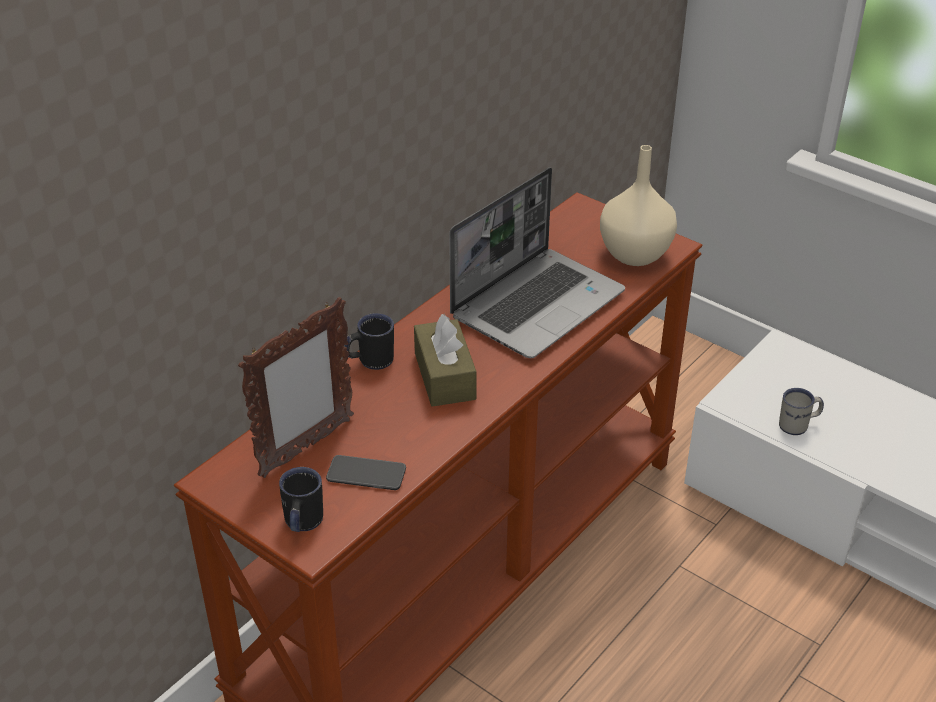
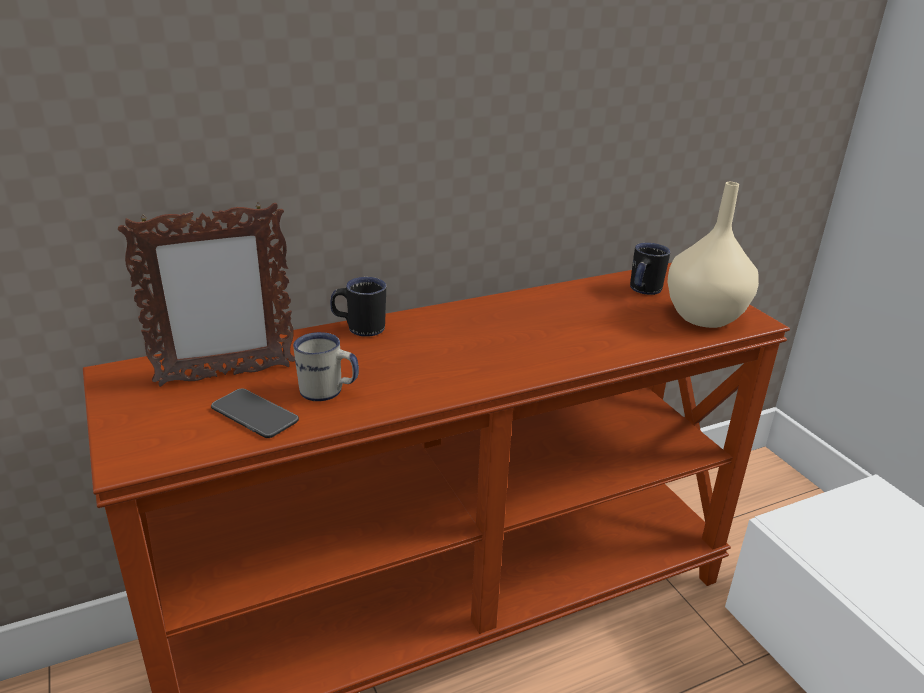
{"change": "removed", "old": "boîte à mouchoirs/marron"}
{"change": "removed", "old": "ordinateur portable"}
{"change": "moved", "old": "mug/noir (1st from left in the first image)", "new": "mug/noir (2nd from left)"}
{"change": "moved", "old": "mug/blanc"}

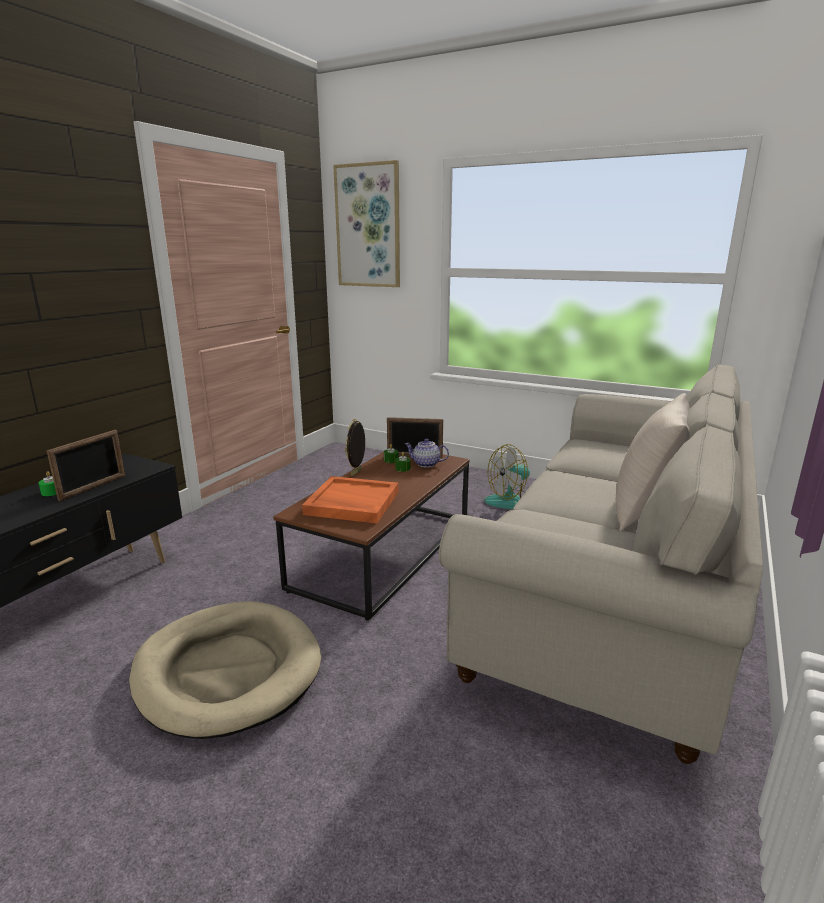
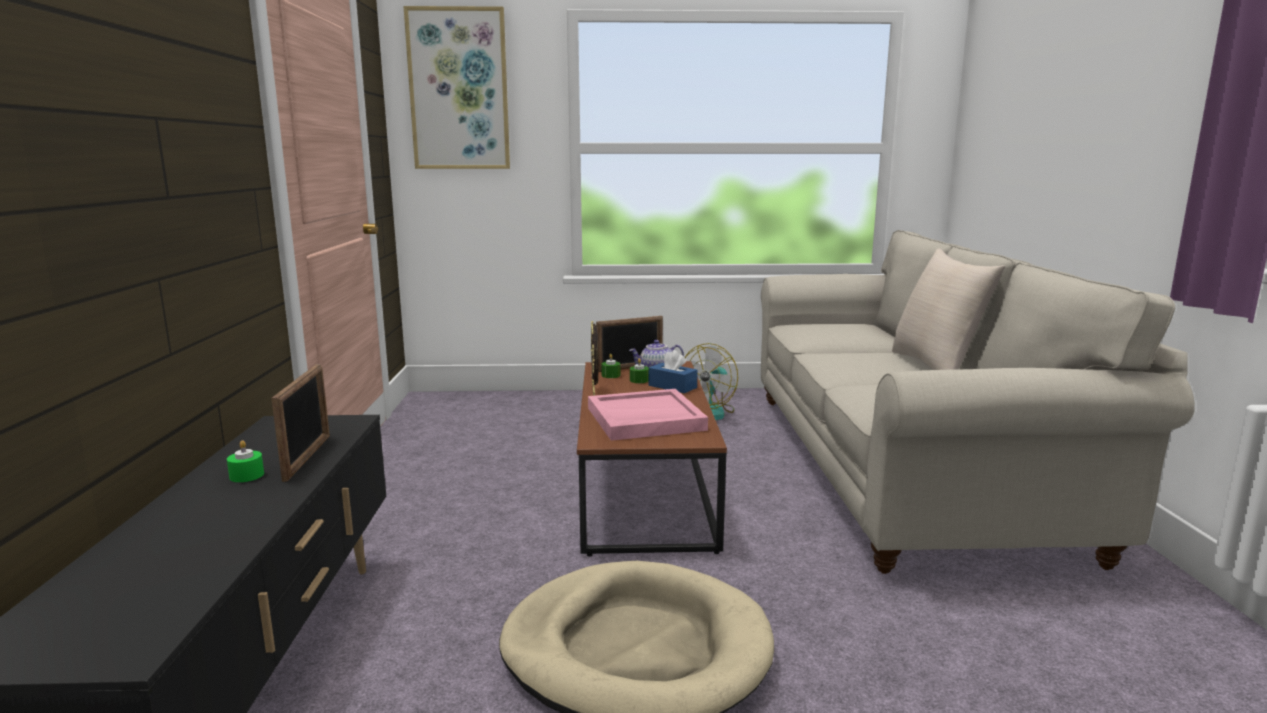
{"change": "added", "new": "boîte à mouchoirs/bleu"}
{"change": "recoloured", "old": "plateau/orange", "new": "plateau/rose"}

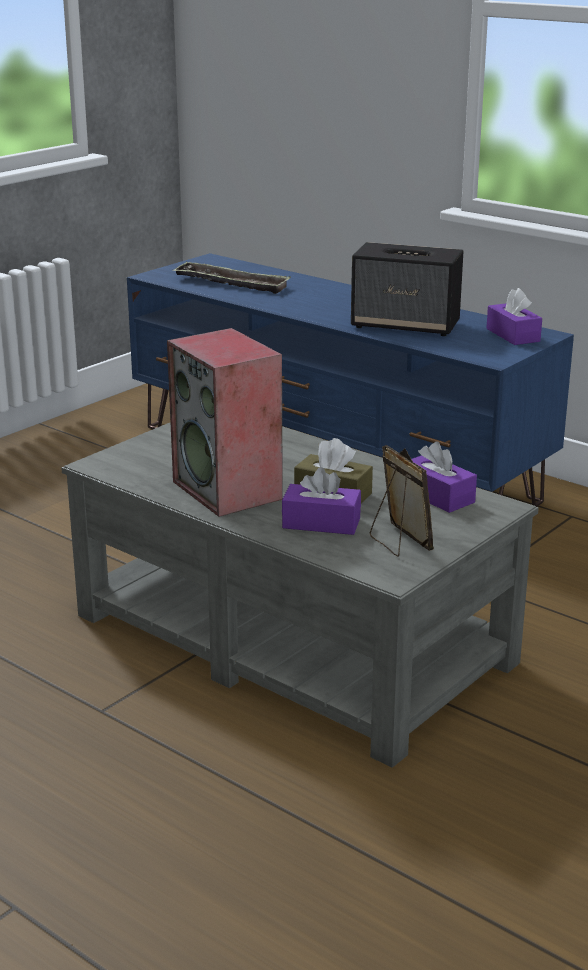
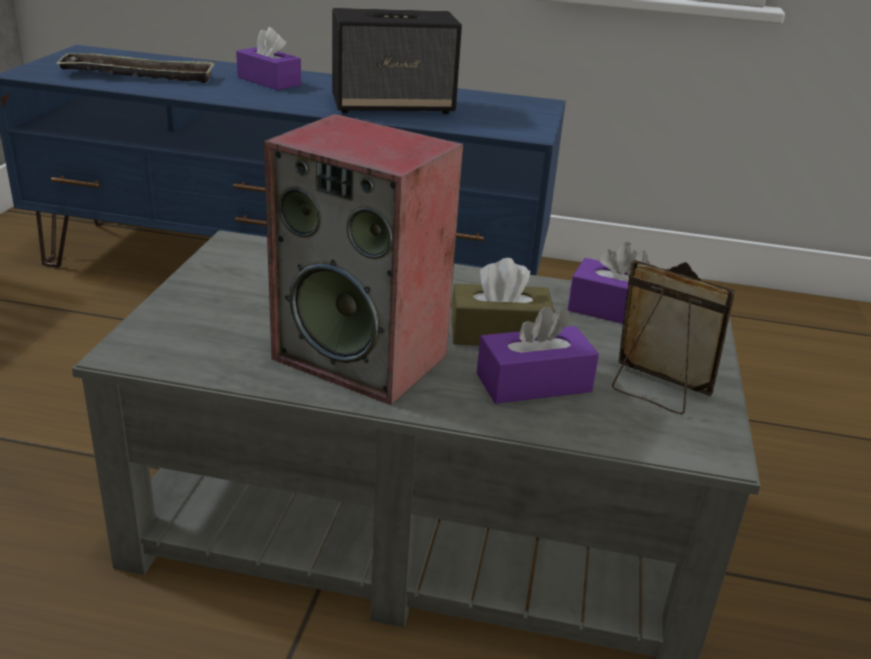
{"change": "moved", "old": "boîte à mouchoirs/violet (3rd from left in the first image)", "new": "boîte à mouchoirs/violet (1st from left)"}

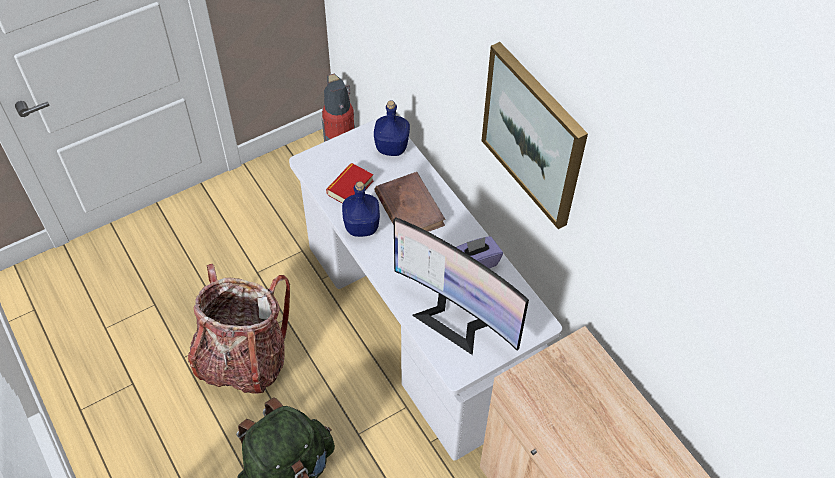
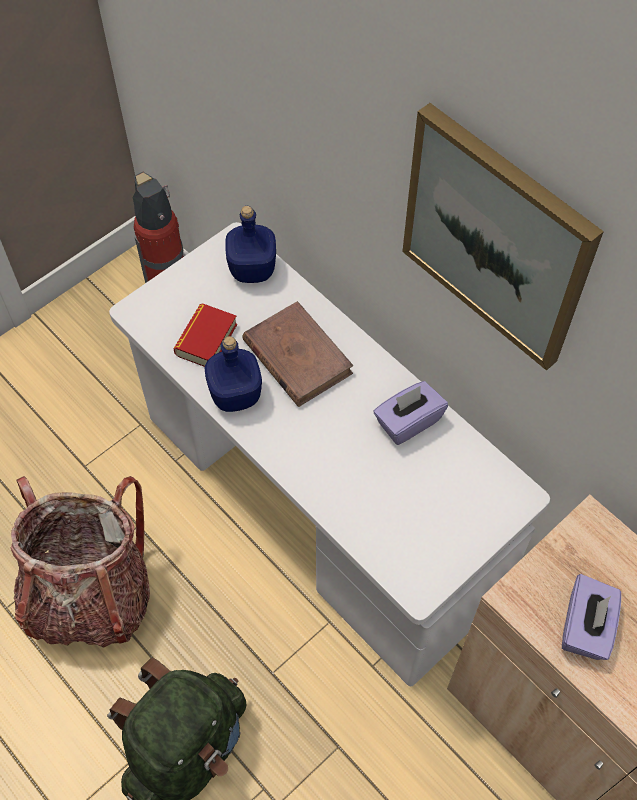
{"change": "removed", "old": "écran d'ordinateur"}
{"change": "added", "new": "boîte à mouchoirs/violet (2nd from left)"}

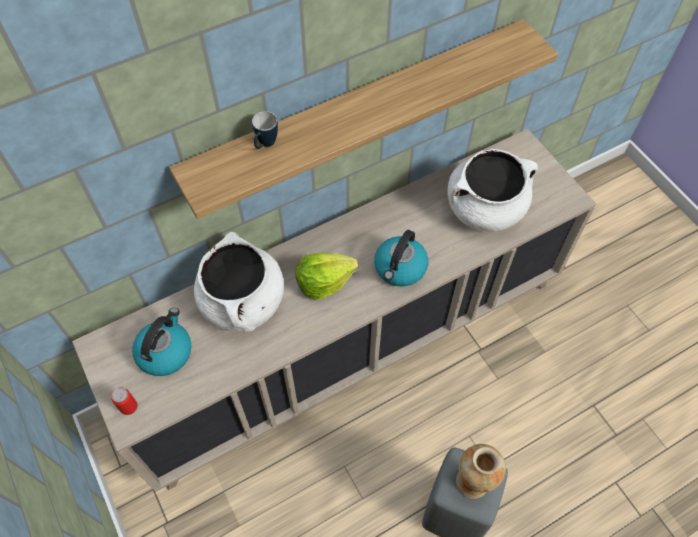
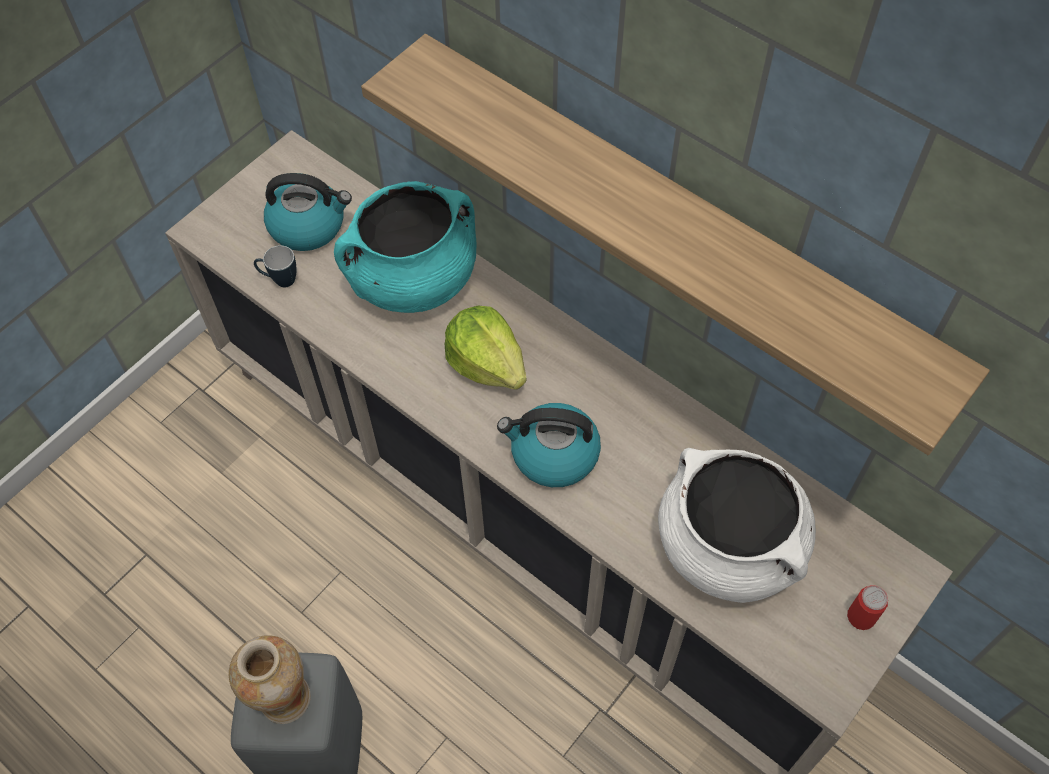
{"change": "moved", "old": "boîte métallique"}
{"change": "moved", "old": "mug"}
{"change": "recoloured", "old": "marmite/blanc (1st from left)", "new": "marmite/turquoise"}

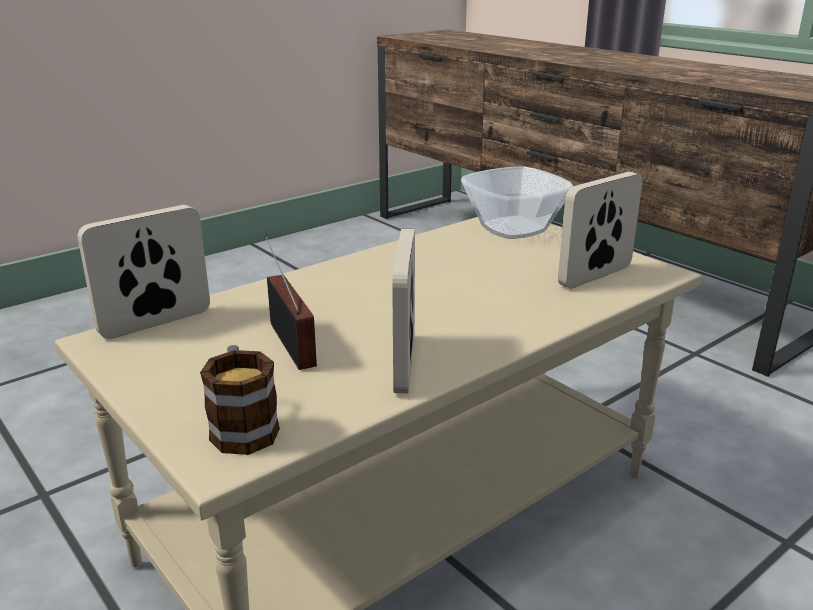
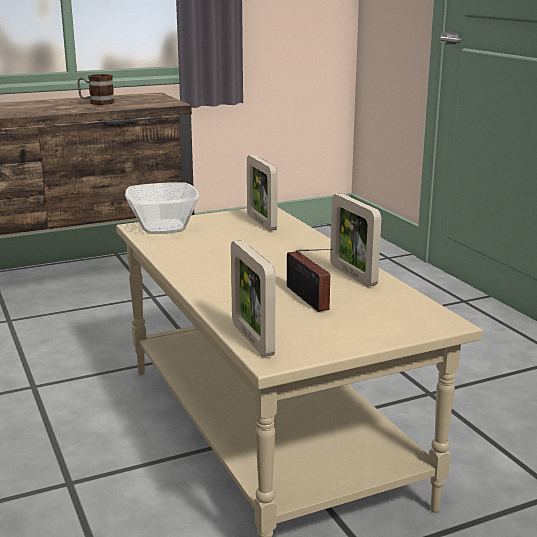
{"change": "moved", "old": "mug"}
{"change": "turned", "old": "radio", "degrees": -105}
{"change": "turned", "old": "cadre photo (2nd from left in the first image)", "degrees": 45}

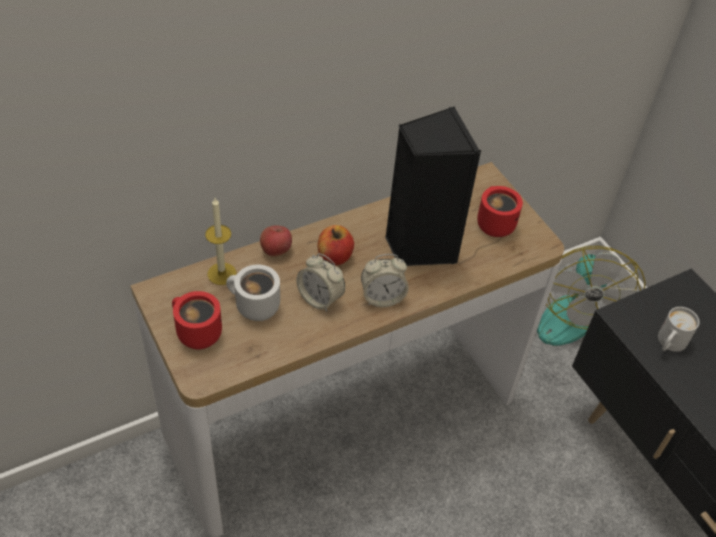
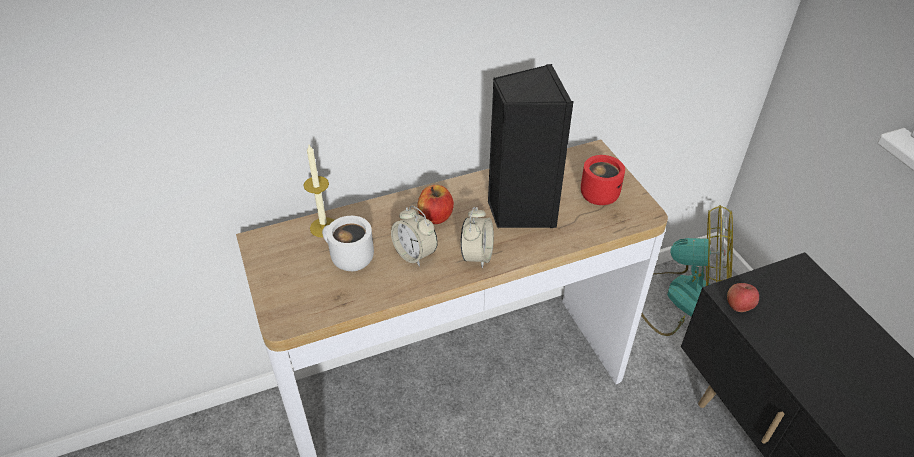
{"change": "removed", "old": "mug/rouge (1st from left)"}
{"change": "removed", "old": "mug/blanc (2nd from left)"}
{"change": "moved", "old": "pomme (1st from left in the first image)", "new": "pomme (2nd from left)"}
{"change": "turned", "old": "réveil (2nd from left)", "degrees": -75}
{"change": "turned", "old": "ventilateur", "degrees": -90}

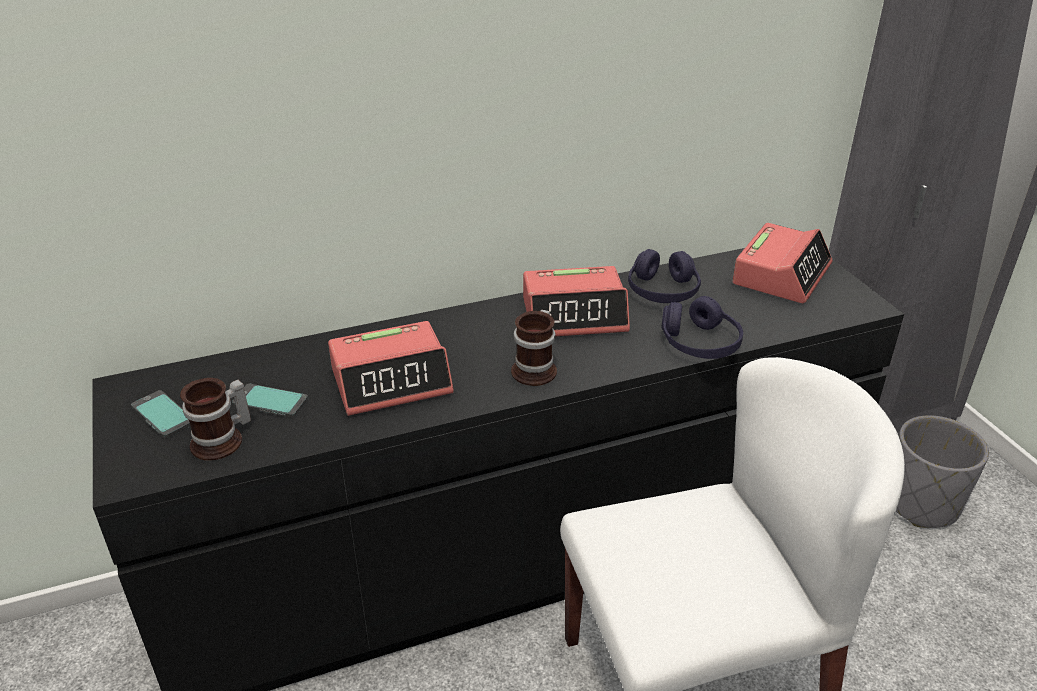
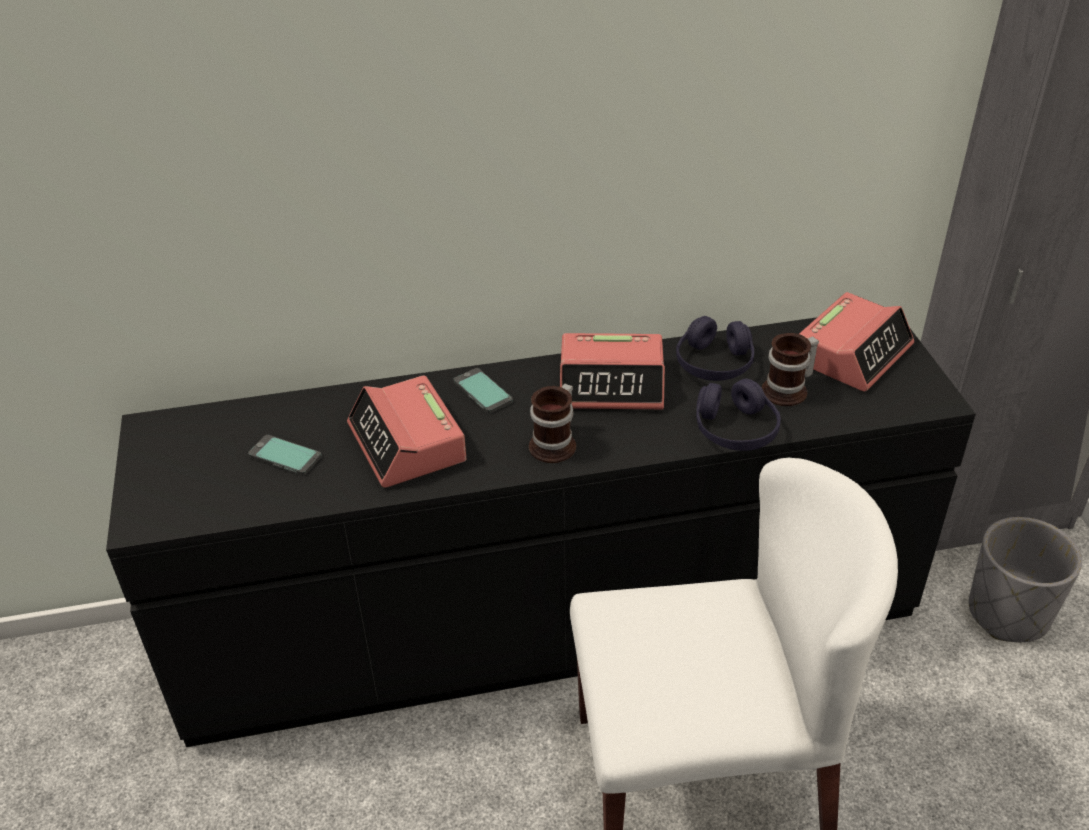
{"change": "moved", "old": "téléphone (1st from left in the first image)", "new": "téléphone (2nd from left)"}
{"change": "moved", "old": "mug (1st from left in the first image)", "new": "mug (2nd from left)"}
{"change": "turned", "old": "réveil (1st from left)", "degrees": 75}

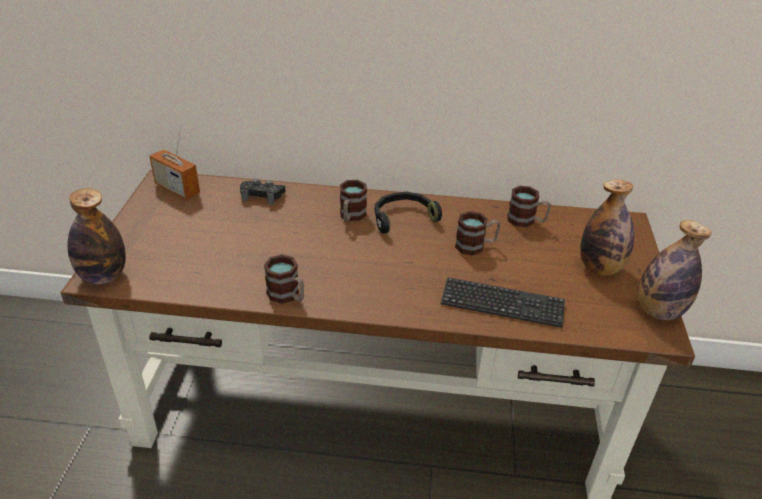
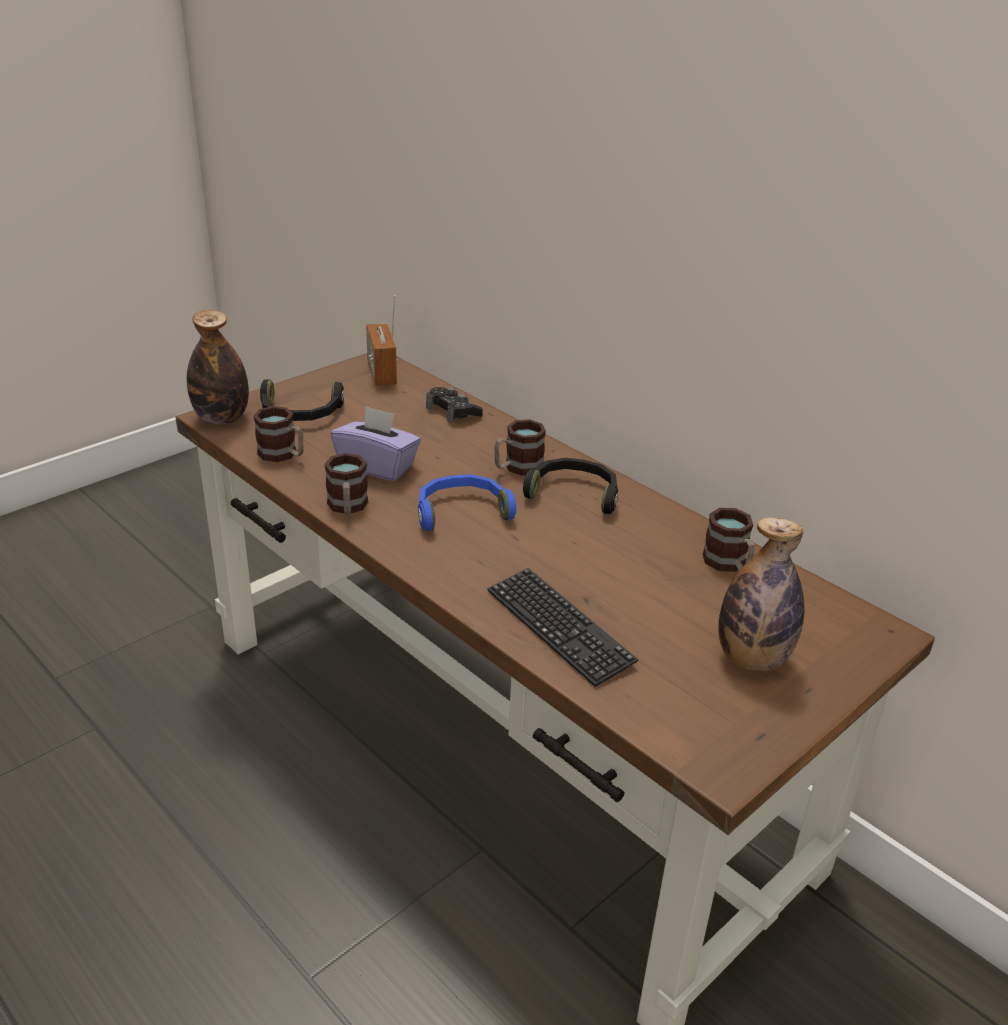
{"change": "removed", "old": "bouteille (3rd from left)"}
{"change": "added", "new": "casque audio/noir (1st from left)"}
{"change": "added", "new": "boîte à mouchoirs/violet"}
{"change": "added", "new": "casque audio/bleu"}
{"change": "moved", "old": "mug (3rd from left in the first image)", "new": "mug (1st from left)"}

